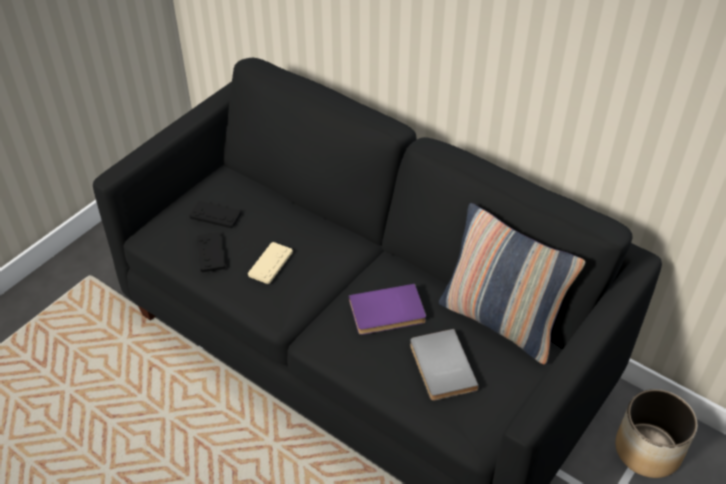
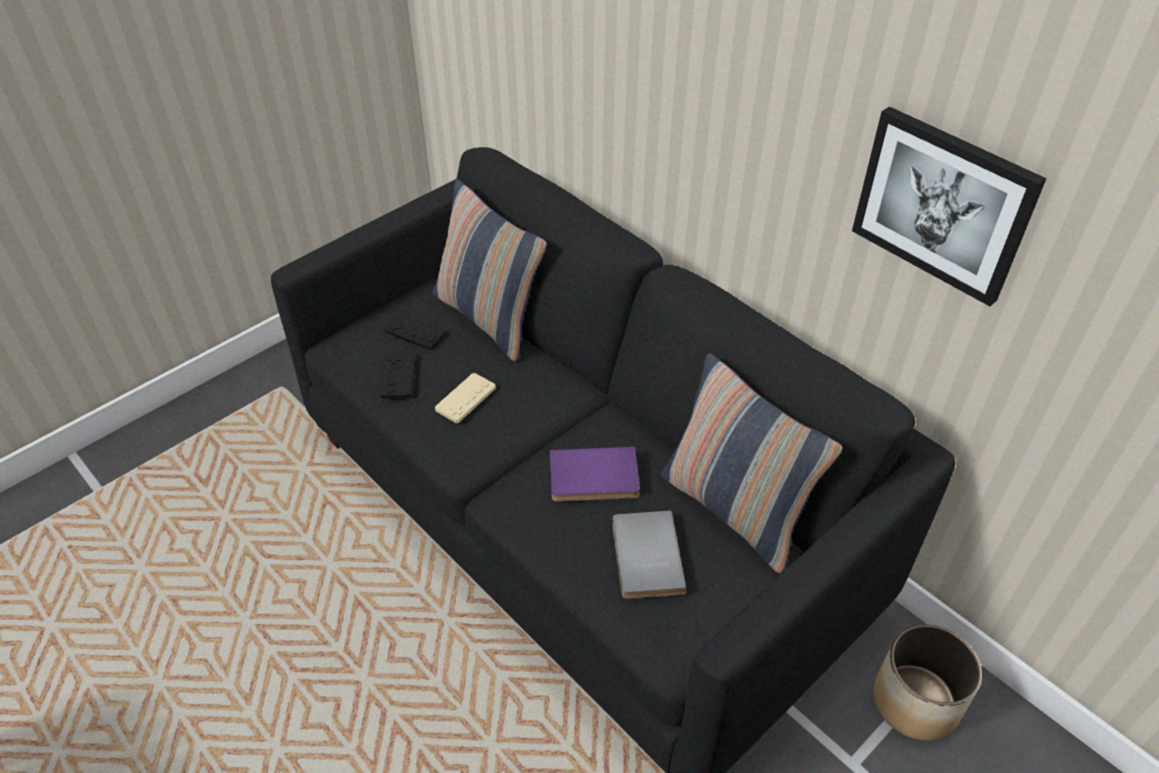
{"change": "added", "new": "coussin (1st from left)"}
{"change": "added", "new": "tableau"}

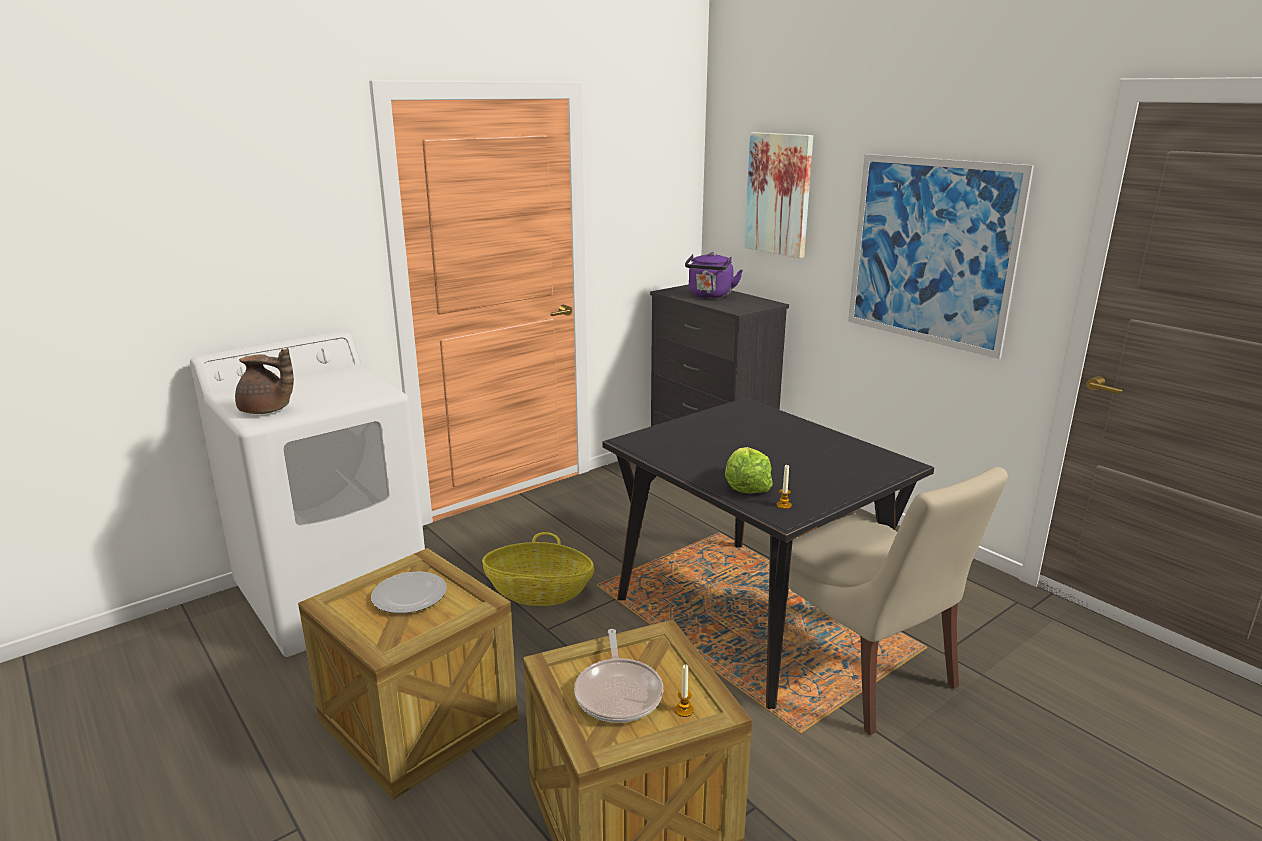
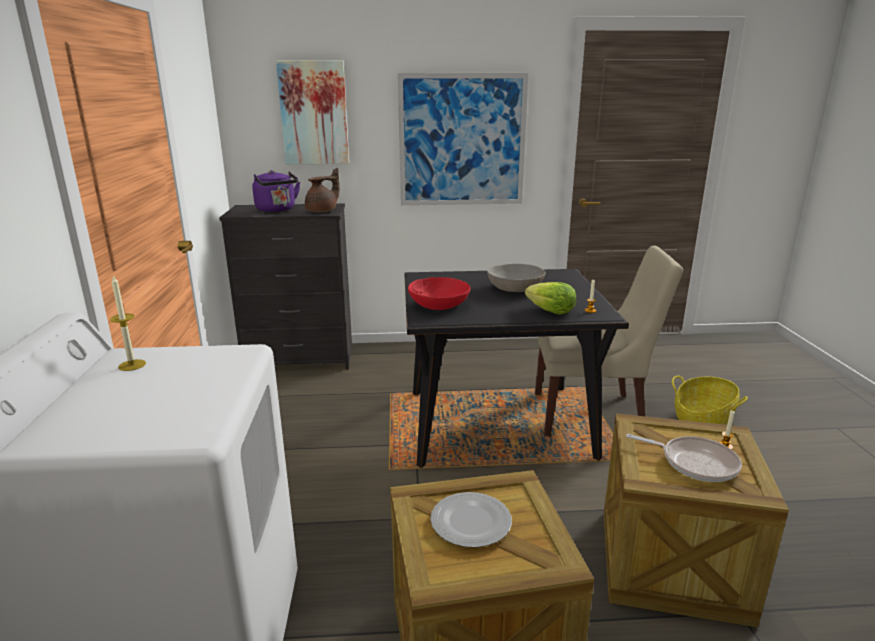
{"change": "added", "new": "bougie (1st from left)"}
{"change": "added", "new": "bol/rouge"}
{"change": "added", "new": "bol/gris"}
{"change": "moved", "old": "théière/marron"}
{"change": "moved", "old": "panier"}

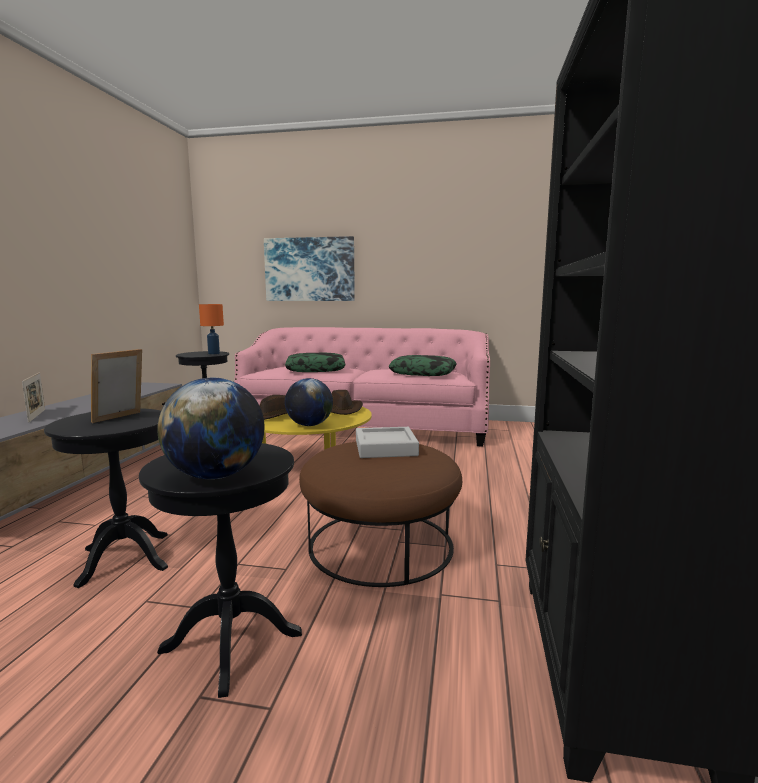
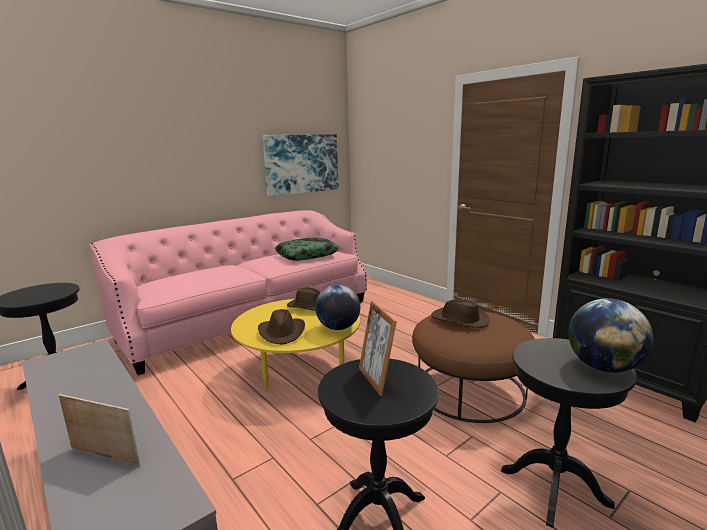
{"change": "removed", "old": "lampe de table/orange"}
{"change": "removed", "old": "coussin (1st from left)"}
{"change": "moved", "old": "tableau"}
{"change": "replaced", "old": "plateau/gris", "new": "chapeau/marron (3rd from left)"}

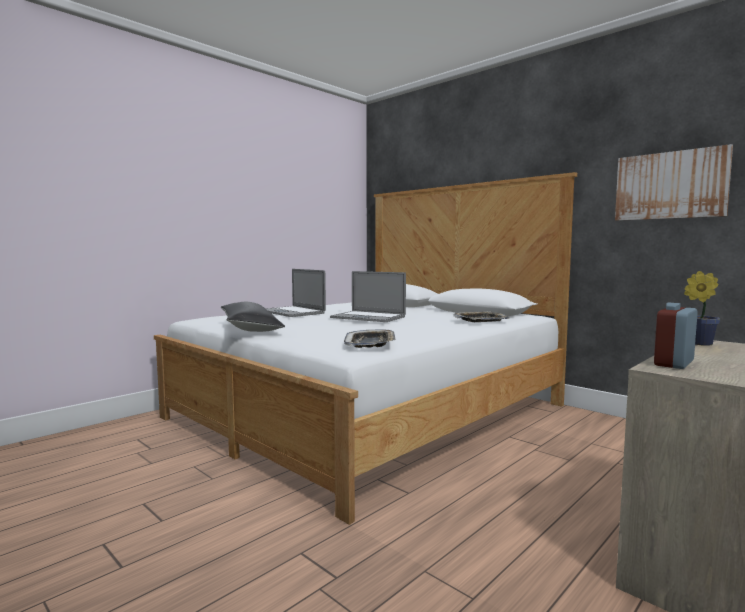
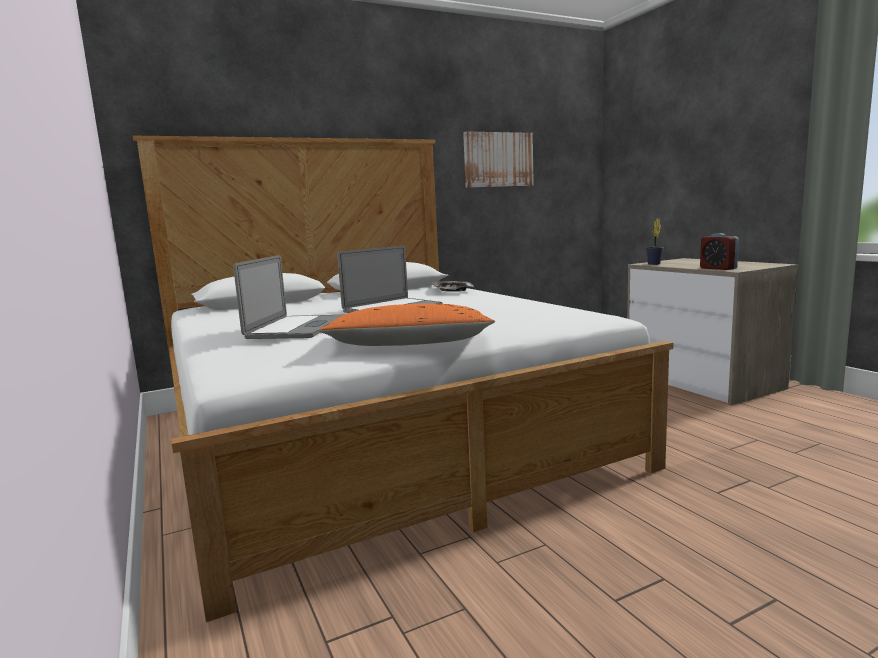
{"change": "removed", "old": "plateau (1st from left)"}
{"change": "recoloured", "old": "coussin/noir", "new": "coussin/orange"}
{"change": "turned", "old": "ordinateur portable (1st from left)", "degrees": -60}

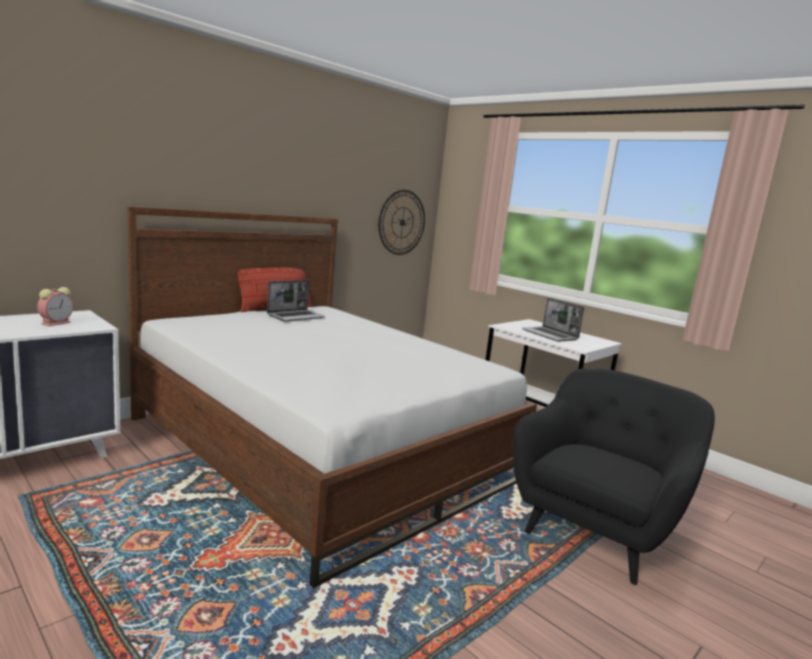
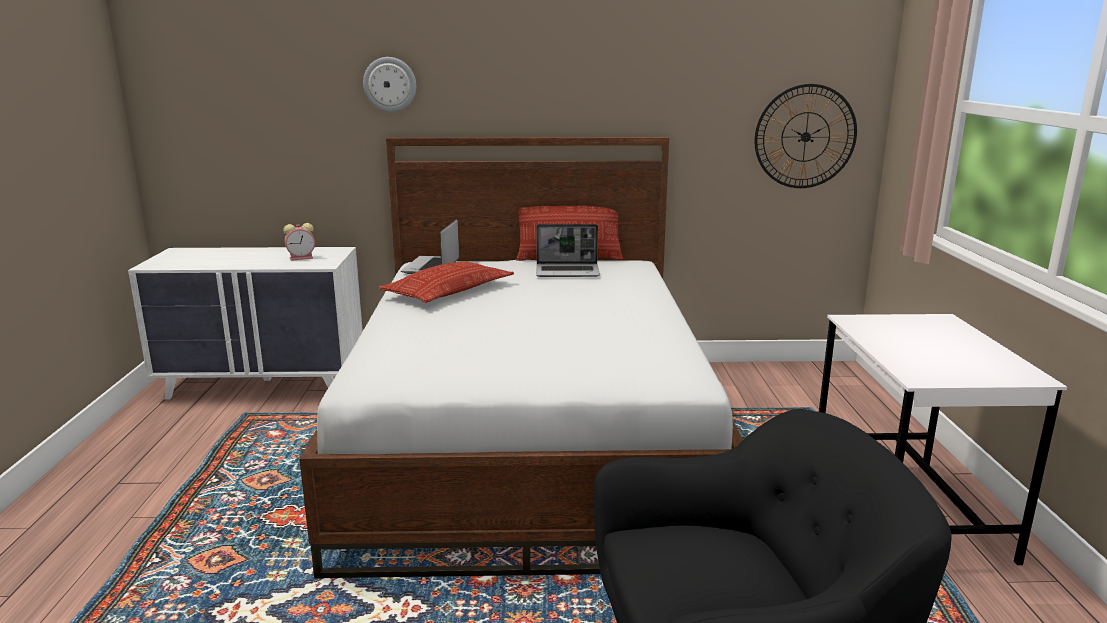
{"change": "added", "new": "horloge murale (1st from left)"}
{"change": "added", "new": "coussin (1st from left)"}
{"change": "moved", "old": "ordinateur portable (2nd from left in the first image)", "new": "ordinateur portable (1st from left)"}

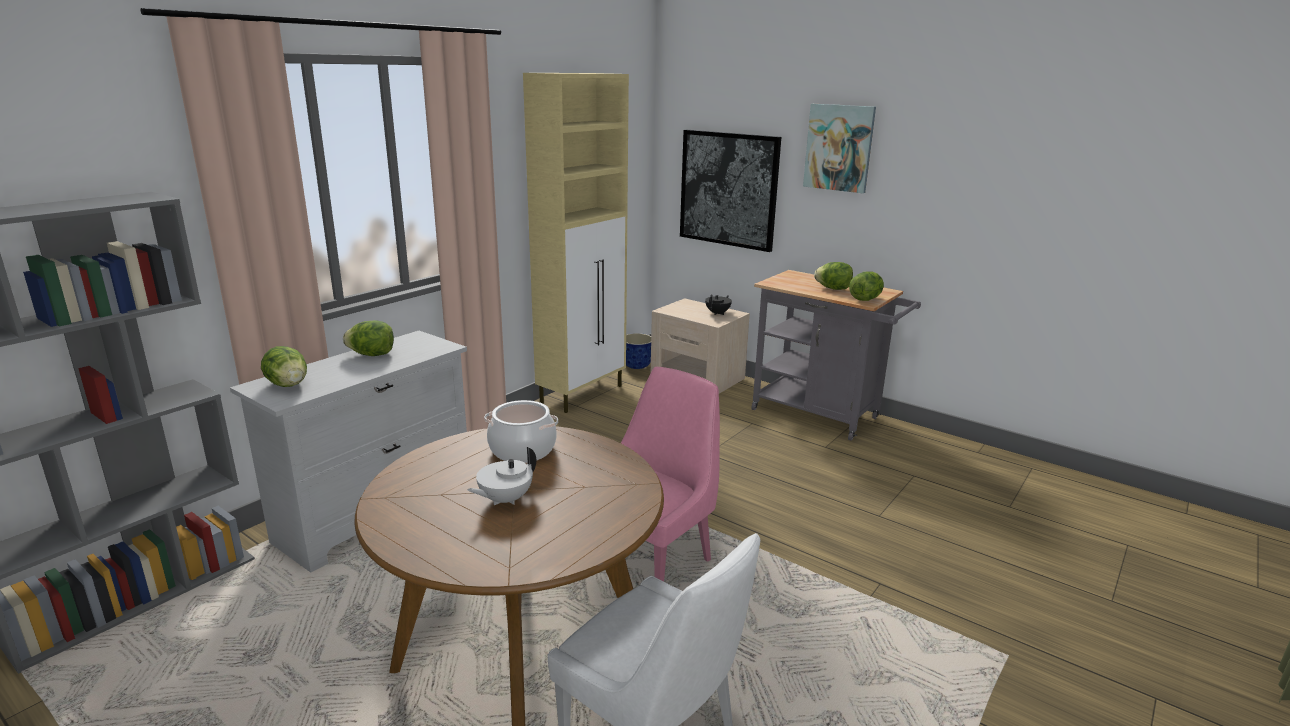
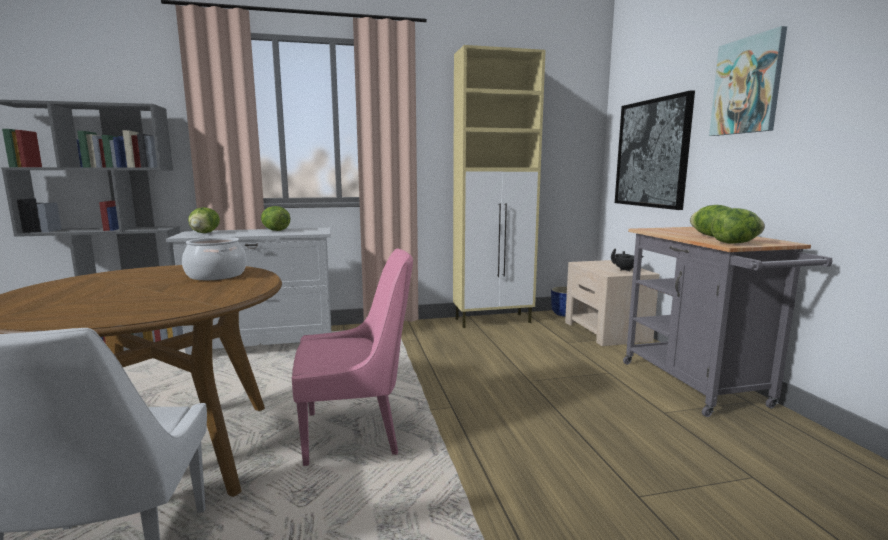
{"change": "removed", "old": "théière/blanc"}

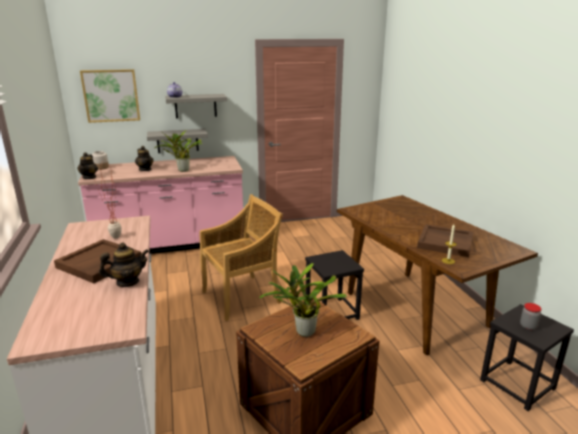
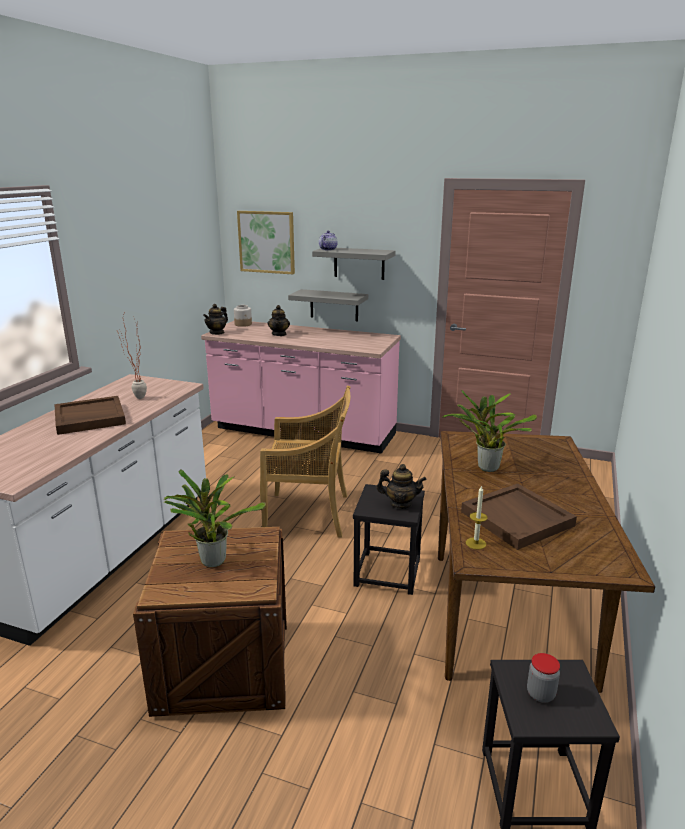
{"change": "moved", "old": "théière (2nd from left in the first image)", "new": "théière (4th from left)"}
{"change": "moved", "old": "plante en pot (2nd from left in the first image)", "new": "plante en pot (3rd from left)"}

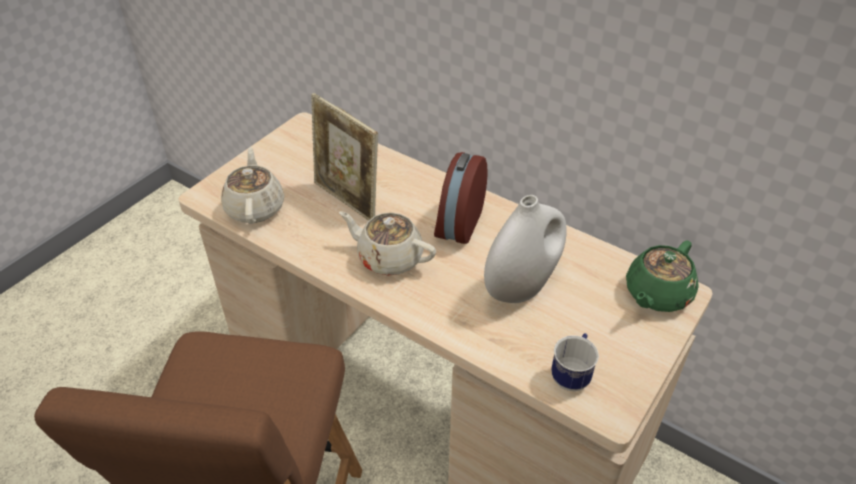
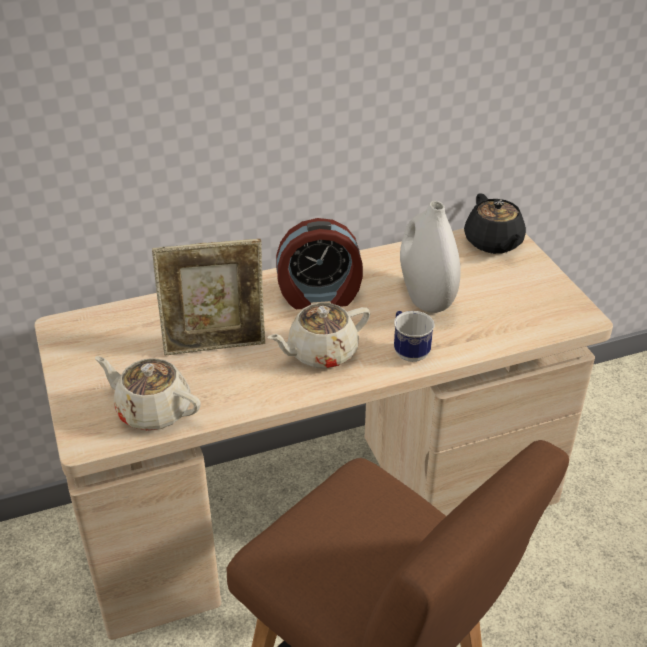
{"change": "moved", "old": "mug"}
{"change": "recoloured", "old": "théière/vert", "new": "théière/noir"}
{"change": "turned", "old": "réveil", "degrees": -60}

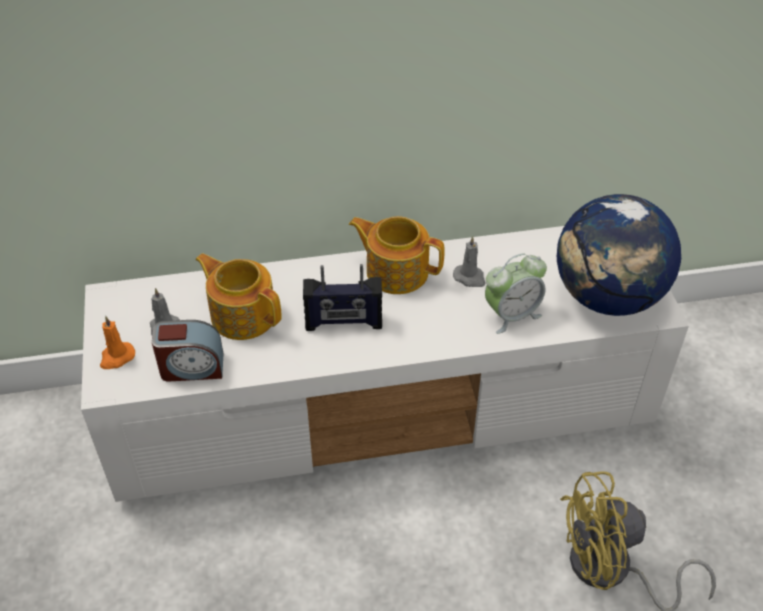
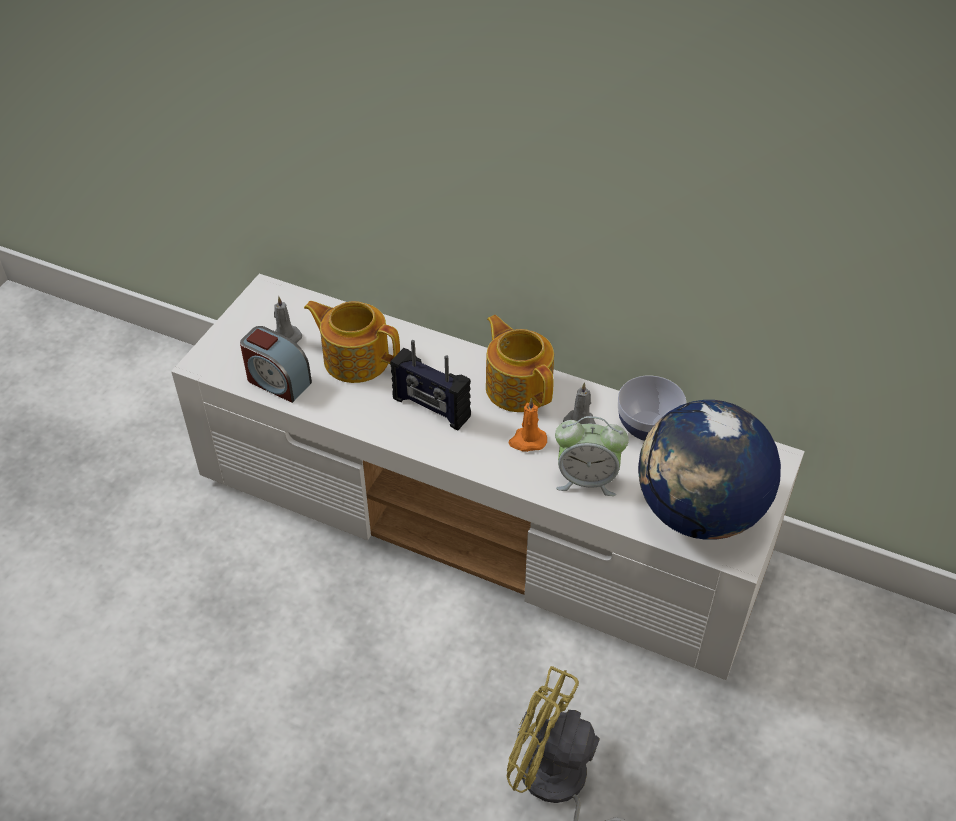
{"change": "added", "new": "bol"}
{"change": "moved", "old": "bougie/orange"}
{"change": "turned", "old": "théière (1st from left)", "degrees": -45}

